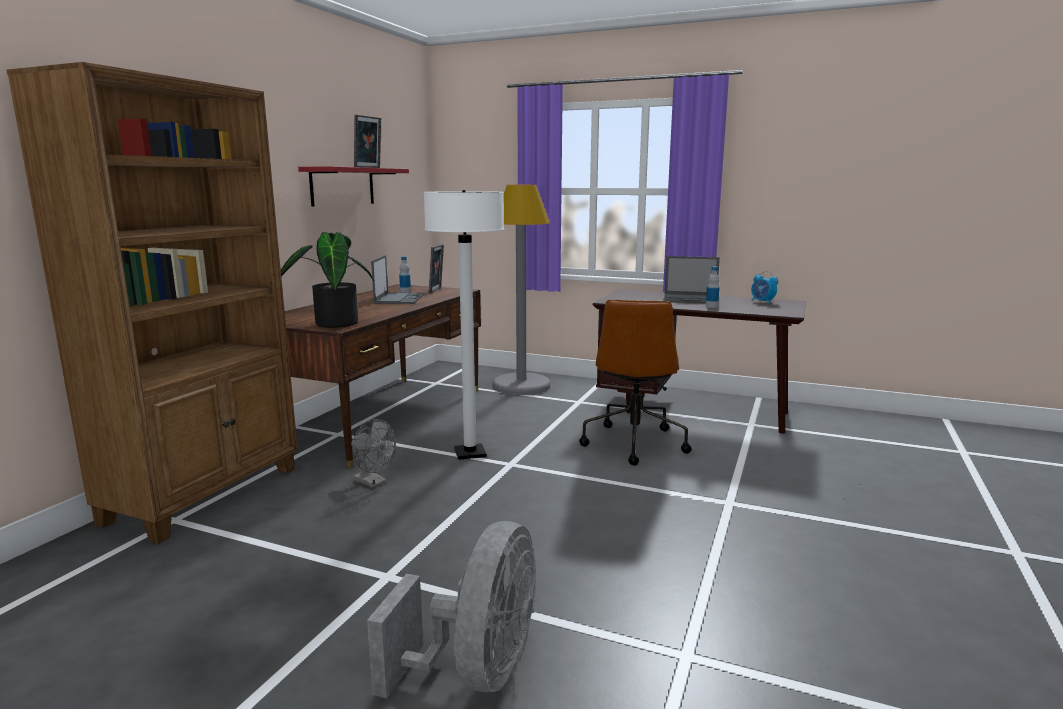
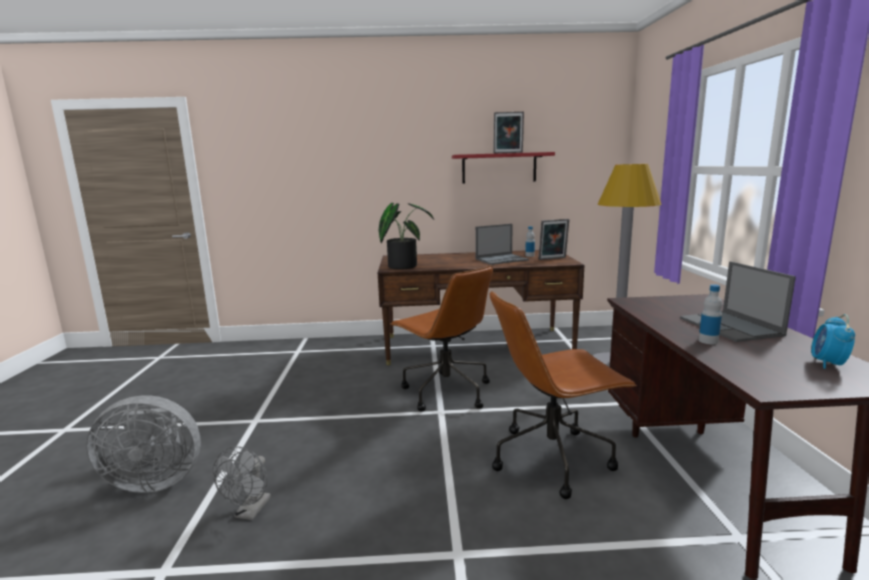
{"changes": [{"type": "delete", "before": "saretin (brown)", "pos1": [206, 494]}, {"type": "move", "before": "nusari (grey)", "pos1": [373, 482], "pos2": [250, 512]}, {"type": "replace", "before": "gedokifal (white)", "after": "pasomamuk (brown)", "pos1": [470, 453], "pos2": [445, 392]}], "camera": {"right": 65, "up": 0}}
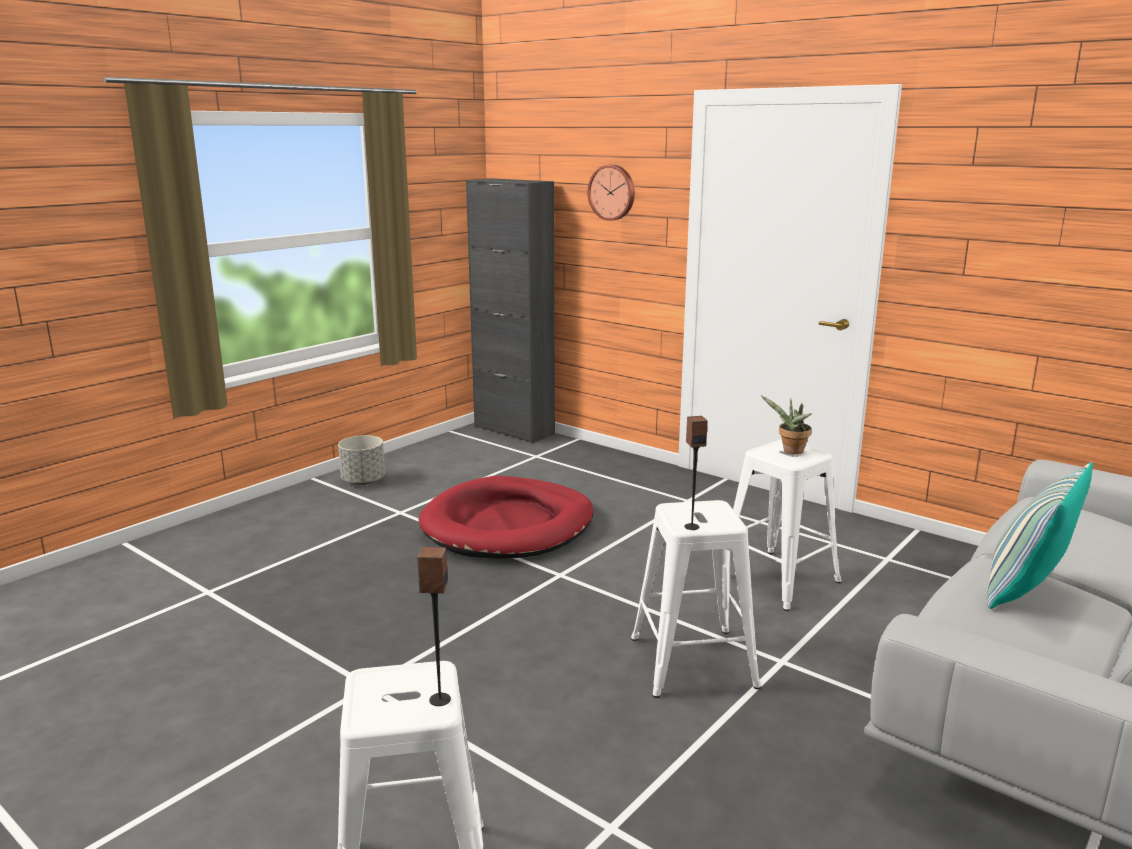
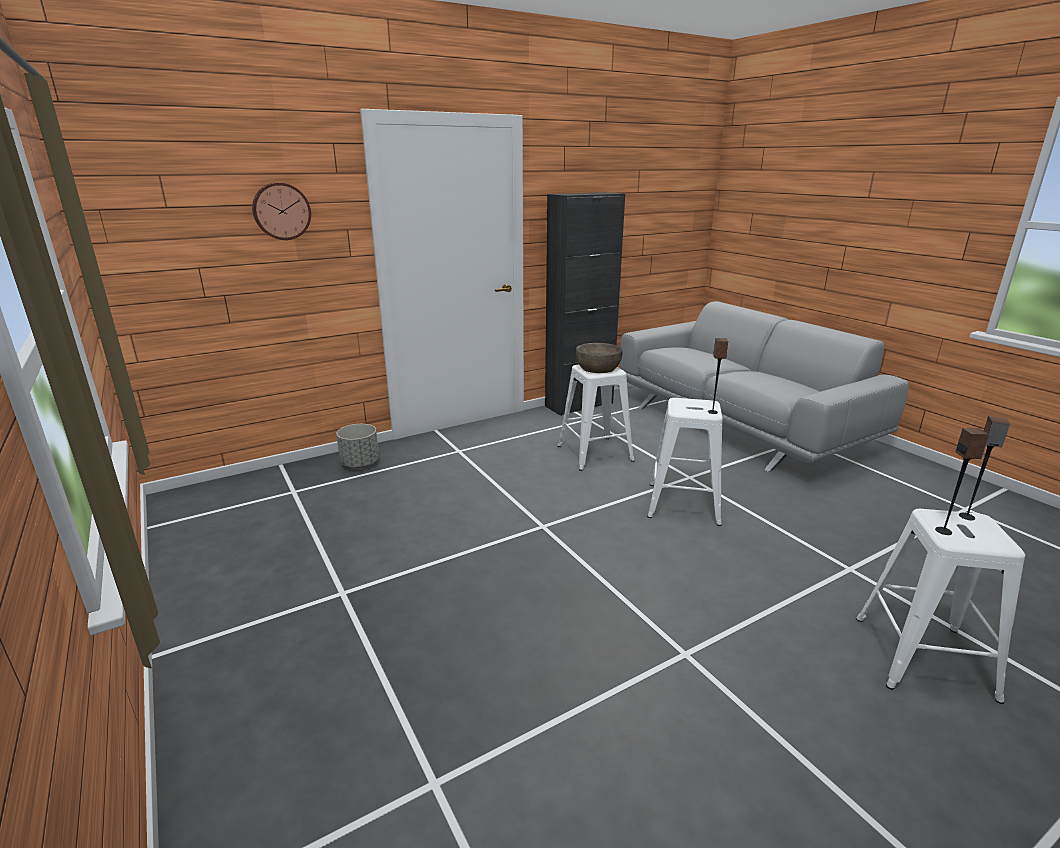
{"changes": [{"type": "move", "before": "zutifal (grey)", "pos1": [364, 481], "pos2": [360, 463]}, {"type": "delete", "before": "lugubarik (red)", "pos1": [508, 525]}, {"type": "move", "before": "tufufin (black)", "pos1": [514, 430], "pos2": [579, 405]}, {"type": "replace", "before": "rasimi", "after": "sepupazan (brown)", "pos1": [790, 451], "pos2": [598, 368]}, {"type": "delete", "before": "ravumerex", "pos1": [1025, 590]}, {"type": "insert", "after": "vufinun", "pos2": [944, 531]}], "camera": {"right": -70, "up": 5}}
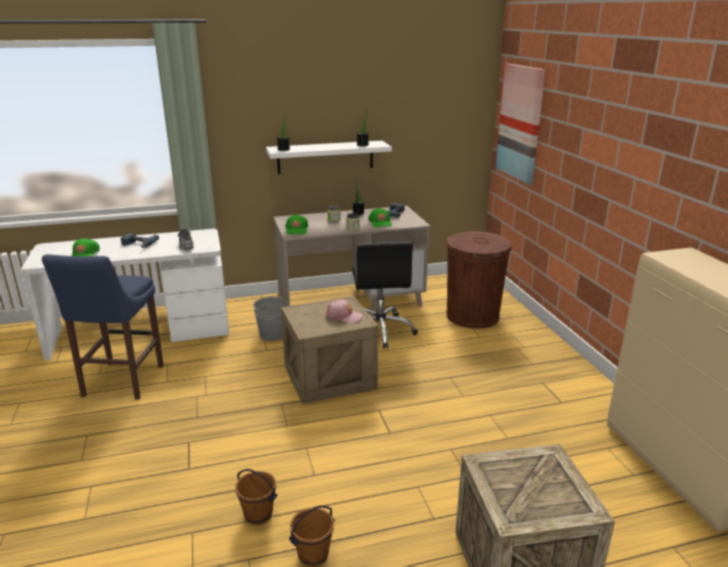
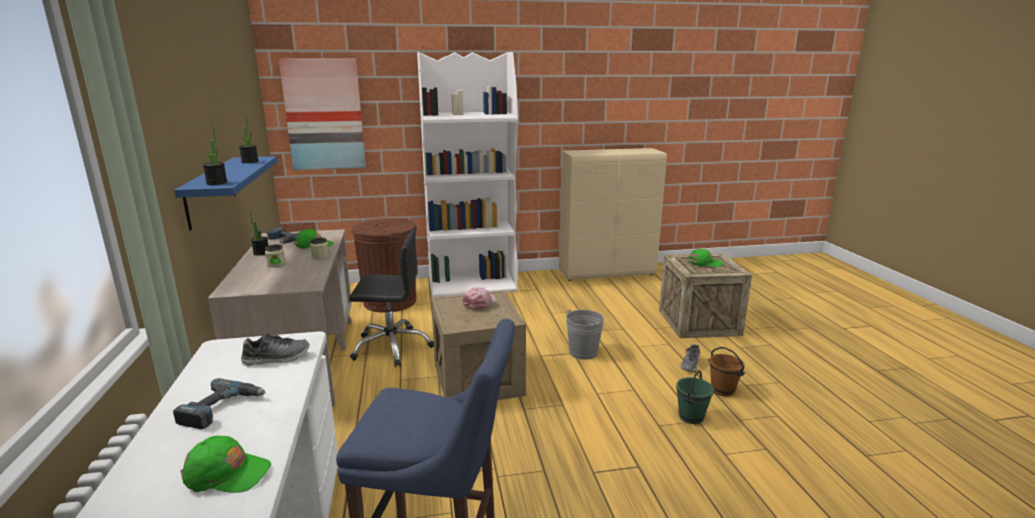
{"changes": [{"type": "recolor", "before": "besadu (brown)", "after": "besadu (green)", "pos1": [259, 515], "pos2": [690, 417]}, {"type": "move", "before": "besadu (grey)", "pos1": [272, 334], "pos2": [583, 352]}, {"type": "recolor", "before": "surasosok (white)", "after": "surasosok (blue)", "pos1": [325, 157], "pos2": [211, 191]}, {"type": "move", "before": "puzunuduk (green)", "pos1": [296, 230], "pos2": [704, 263]}, {"type": "insert", "after": "saretin (white)", "pos2": [473, 285]}, {"type": "insert", "after": "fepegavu", "pos2": [690, 364]}], "camera": {"right": -85, "up": -5}}
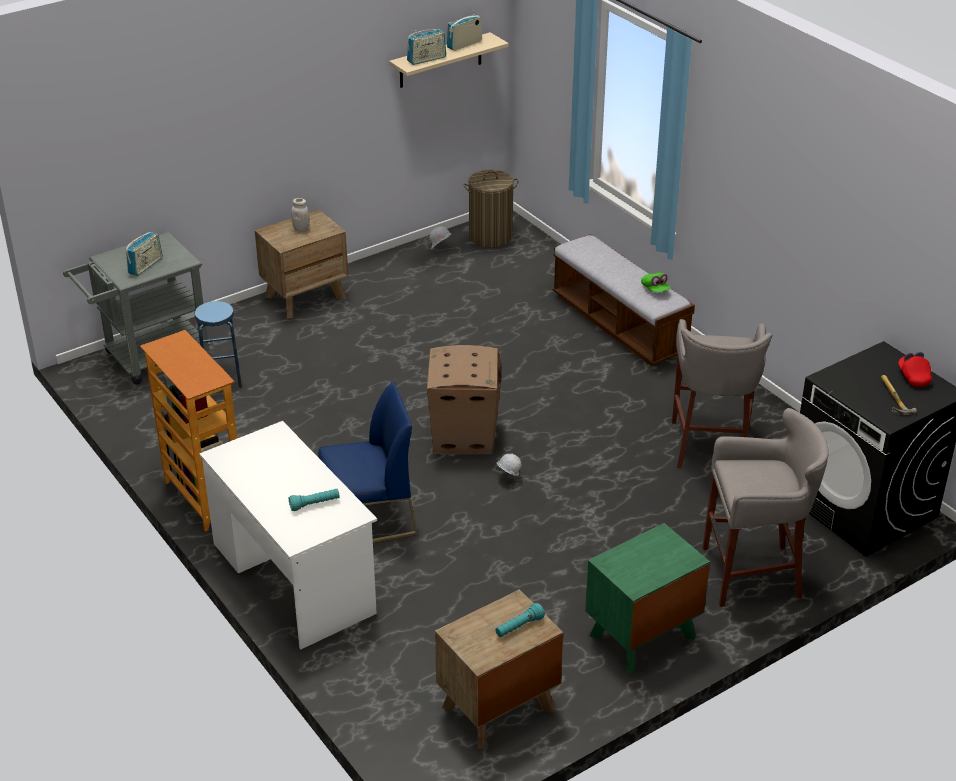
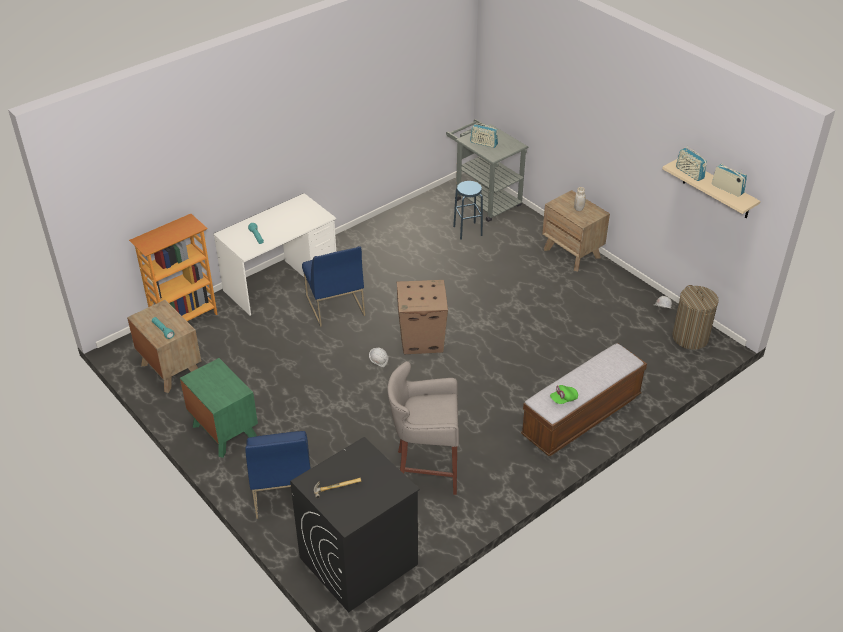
{"changes": [{"type": "move", "before": "saretin", "pos1": [203, 498], "pos2": [184, 318]}, {"type": "replace", "before": "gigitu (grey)", "after": "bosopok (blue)", "pos1": [754, 574], "pos2": [282, 490]}, {"type": "delete", "before": "puzunuduk (red)", "pos1": [913, 377]}], "camera": {"right": 85, "up": 5}}
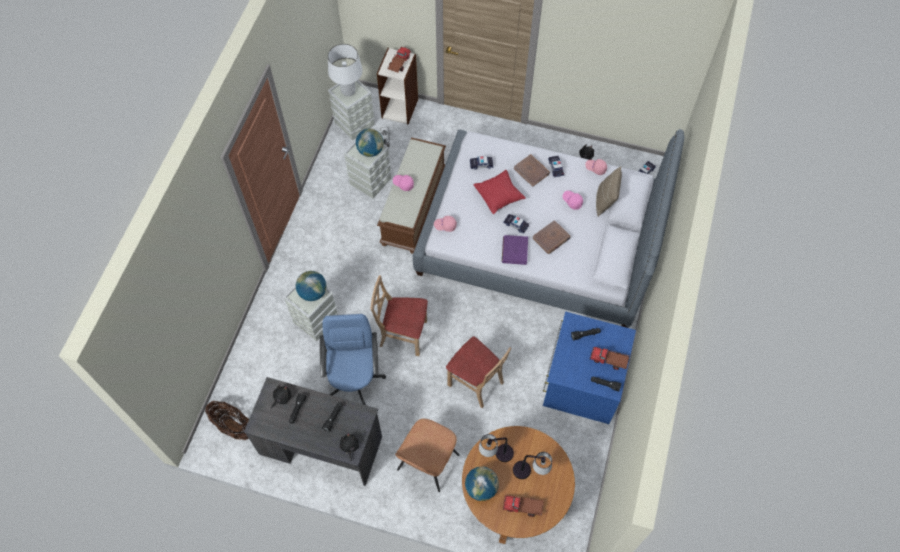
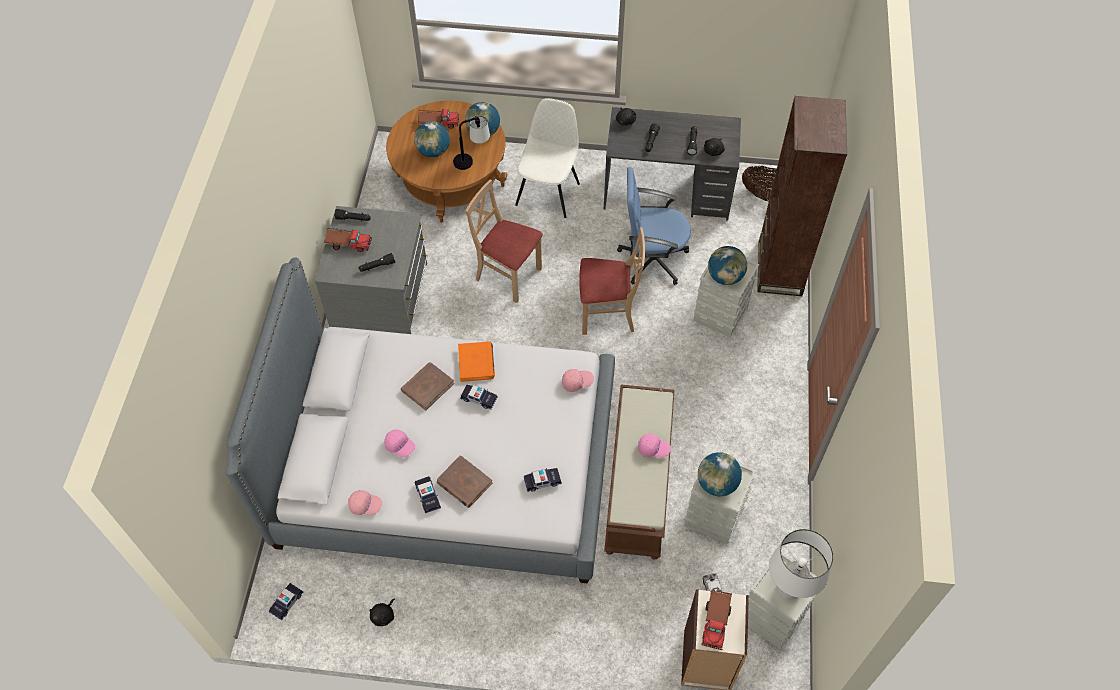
{"changes": [{"type": "rotate", "before": "pasomamuk (blue)", "pos1": [354, 378], "pos2": [651, 259], "turn": 105}, {"type": "recolor", "before": "bosopok (brown)", "after": "bosopok (white)", "pos1": [427, 464], "pos2": [548, 193]}, {"type": "delete", "before": "ravumerex (red)", "pos1": [499, 195]}, {"type": "recolor", "before": "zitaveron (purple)", "after": "zitaveron (orange)", "pos1": [514, 250], "pos2": [476, 363]}, {"type": "replace", "before": "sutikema", "after": "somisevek", "pos1": [530, 471], "pos2": [433, 151]}, {"type": "recolor", "before": "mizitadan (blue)", "after": "mizitadan (grey)", "pos1": [582, 380], "pos2": [381, 295]}, {"type": "delete", "before": "ravumerex (beige)", "pos1": [605, 201]}, {"type": "insert", "after": "saretin (brown)", "pos2": [779, 268]}], "camera": {"right": 170, "up": -5}}
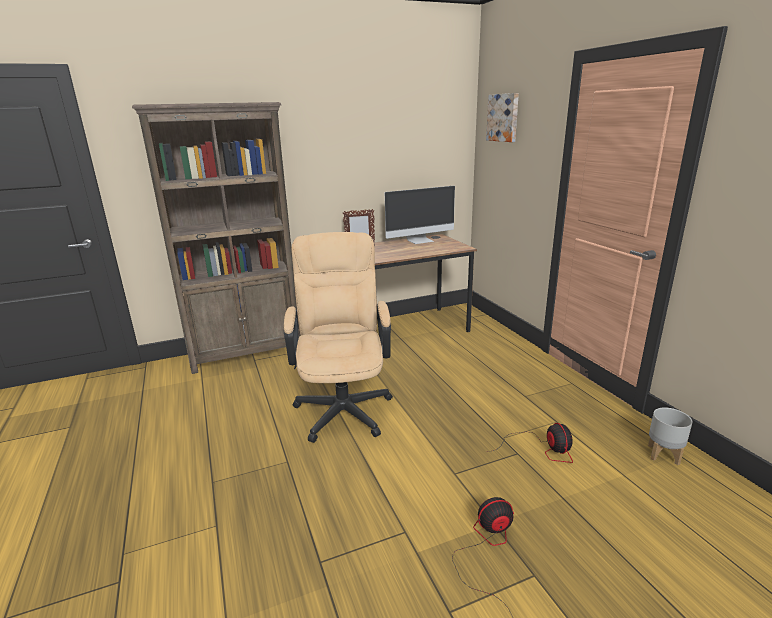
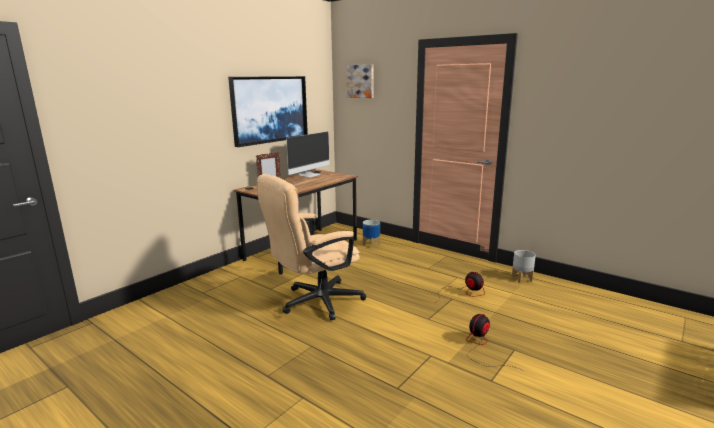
{"changes": [{"type": "delete", "before": "saretin (brown)", "pos1": [247, 353]}, {"type": "rotate", "before": "pasomamuk (beige)", "pos1": [343, 405], "pos2": [314, 303], "turn": -90}, {"type": "insert", "after": "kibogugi", "pos2": [269, 109]}, {"type": "insert", "after": "zutifal", "pos2": [371, 244]}], "camera": {"right": -30, "up": -5}}
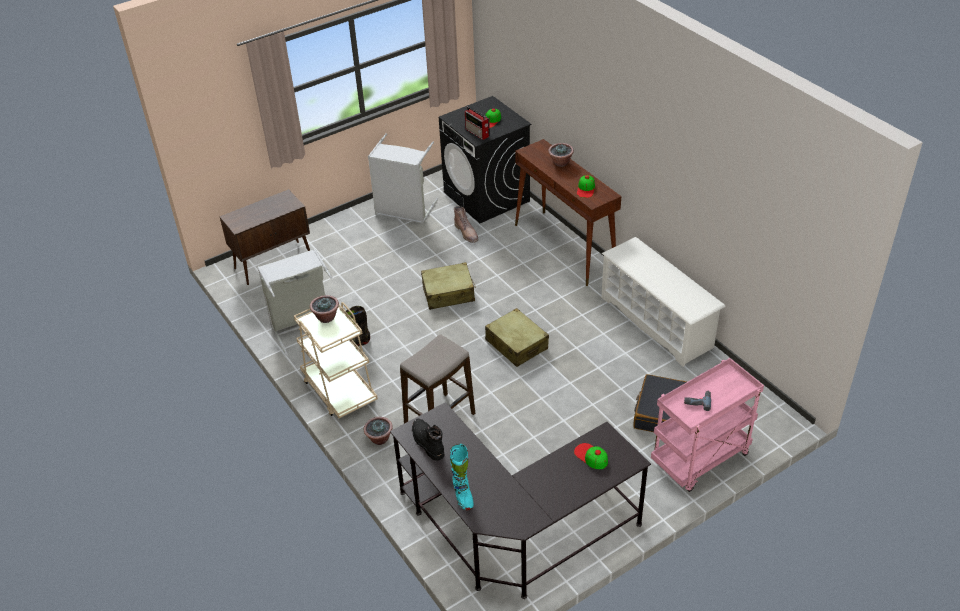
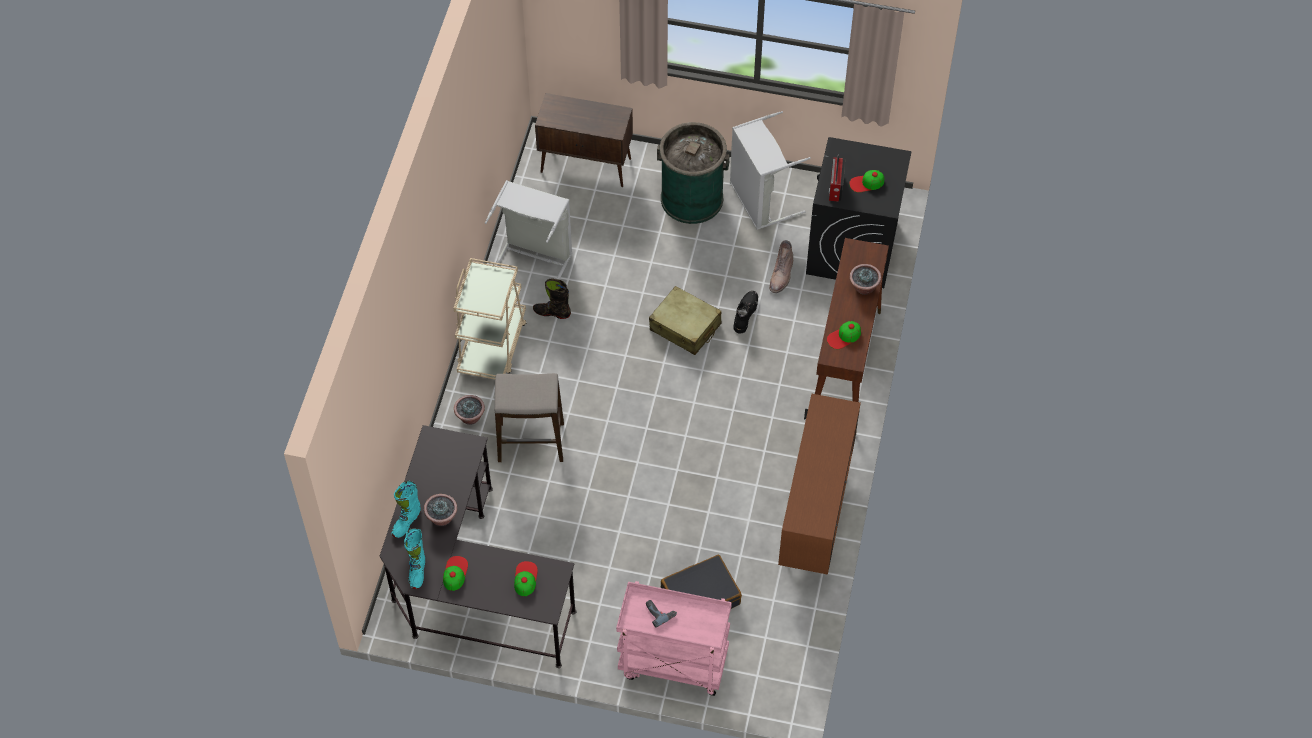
{"changes": [{"type": "move", "before": "rasimi", "pos1": [326, 317], "pos2": [442, 517]}, {"type": "move", "before": "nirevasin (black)", "pos1": [427, 442], "pos2": [745, 313]}, {"type": "delete", "before": "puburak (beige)", "pos1": [516, 344]}, {"type": "replace", "before": "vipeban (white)", "after": "tufufin (brown)", "pos1": [657, 322], "pos2": [815, 517]}, {"type": "insert", "after": "nirevasin (turquoise)", "pos2": [417, 571]}, {"type": "insert", "after": "puzunuduk", "pos2": [455, 573]}, {"type": "insert", "after": "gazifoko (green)", "pos2": [692, 198]}], "camera": {"right": 45, "up": 15}}
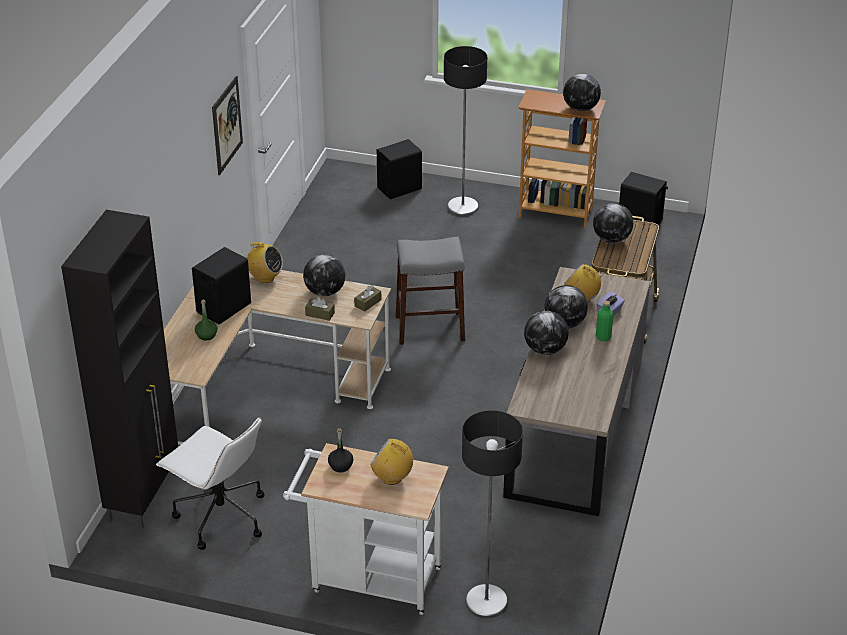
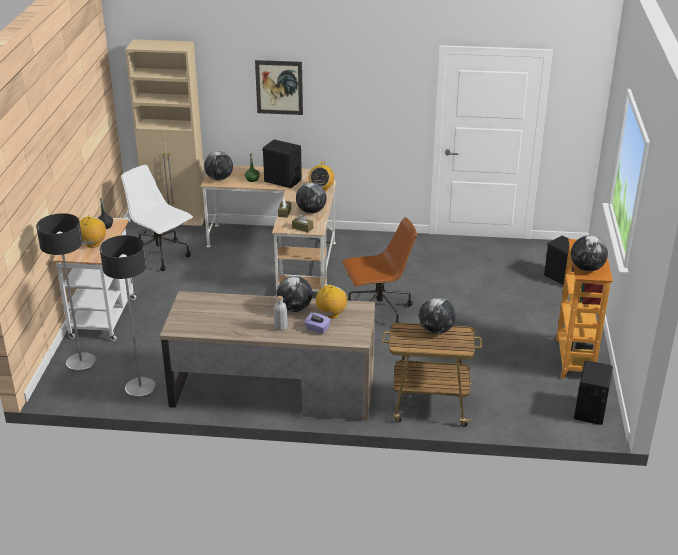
{"changes": [{"type": "recolor", "before": "tufufin (black)", "after": "tufufin (beige)", "pos1": [144, 495], "pos2": [178, 229]}, {"type": "rotate", "before": "pasomamuk (white)", "pos1": [220, 516], "pos2": [160, 256], "turn": 105}, {"type": "move", "before": "kibogugi", "pos1": [227, 125], "pos2": [279, 87]}, {"type": "replace", "before": "gigitu (grey)", "after": "pasomamuk (brown)", "pos1": [430, 328], "pos2": [378, 311]}, {"type": "move", "before": "gedokifal", "pos1": [462, 207], "pos2": [140, 388]}, {"type": "move", "before": "somisevek", "pos1": [545, 350], "pos2": [219, 178]}, {"type": "recolor", "before": "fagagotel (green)", "after": "fagagotel (grey)", "pos1": [603, 337], "pos2": [280, 327]}], "camera": {"right": 80, "up": -5}}
